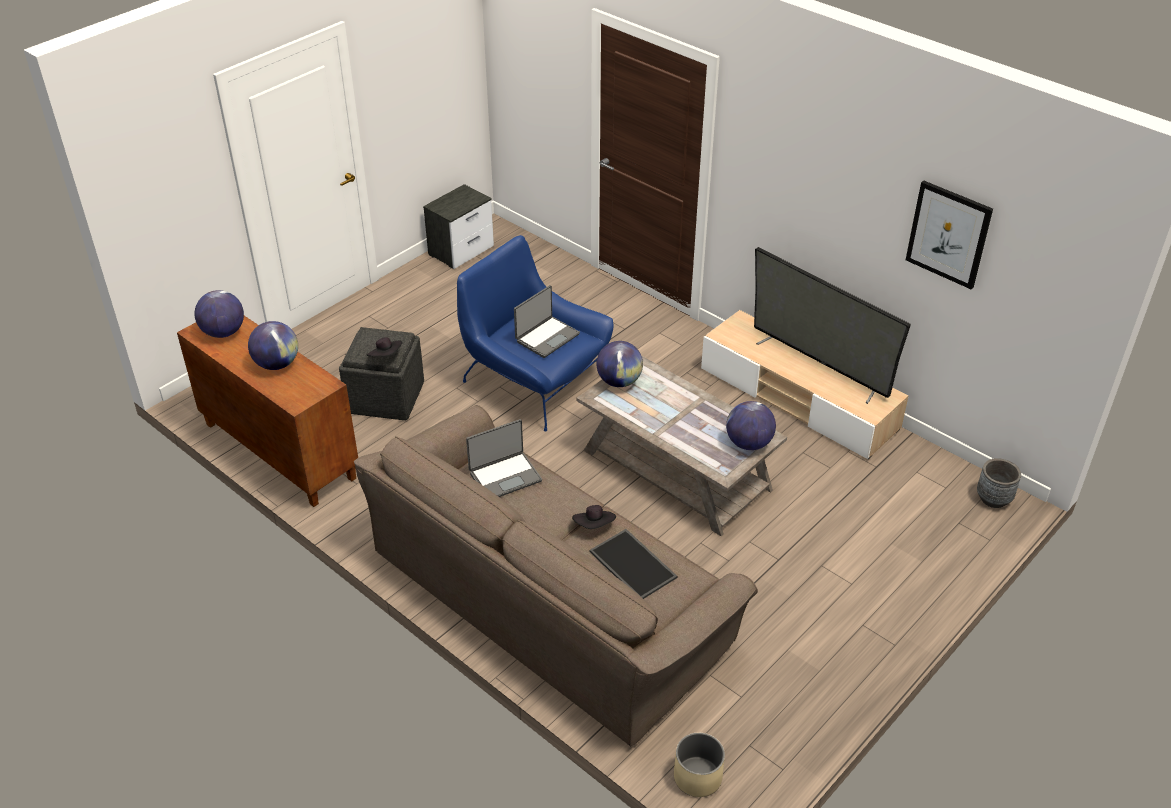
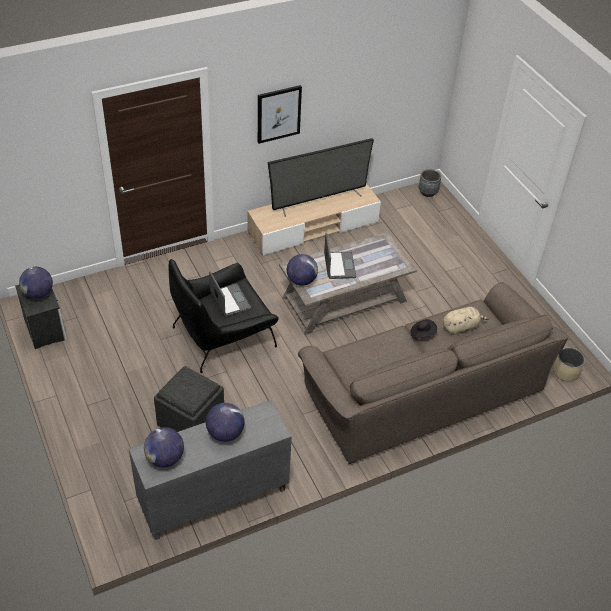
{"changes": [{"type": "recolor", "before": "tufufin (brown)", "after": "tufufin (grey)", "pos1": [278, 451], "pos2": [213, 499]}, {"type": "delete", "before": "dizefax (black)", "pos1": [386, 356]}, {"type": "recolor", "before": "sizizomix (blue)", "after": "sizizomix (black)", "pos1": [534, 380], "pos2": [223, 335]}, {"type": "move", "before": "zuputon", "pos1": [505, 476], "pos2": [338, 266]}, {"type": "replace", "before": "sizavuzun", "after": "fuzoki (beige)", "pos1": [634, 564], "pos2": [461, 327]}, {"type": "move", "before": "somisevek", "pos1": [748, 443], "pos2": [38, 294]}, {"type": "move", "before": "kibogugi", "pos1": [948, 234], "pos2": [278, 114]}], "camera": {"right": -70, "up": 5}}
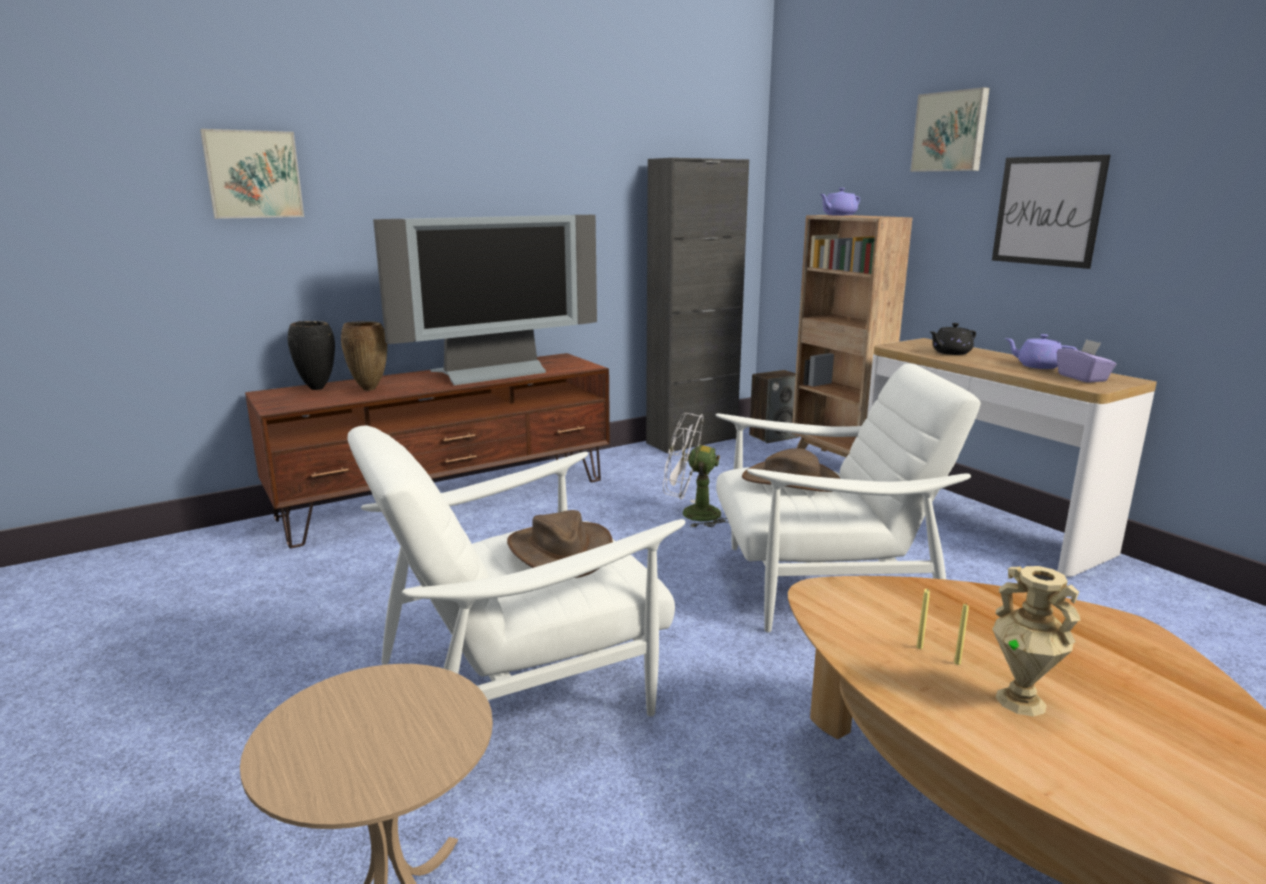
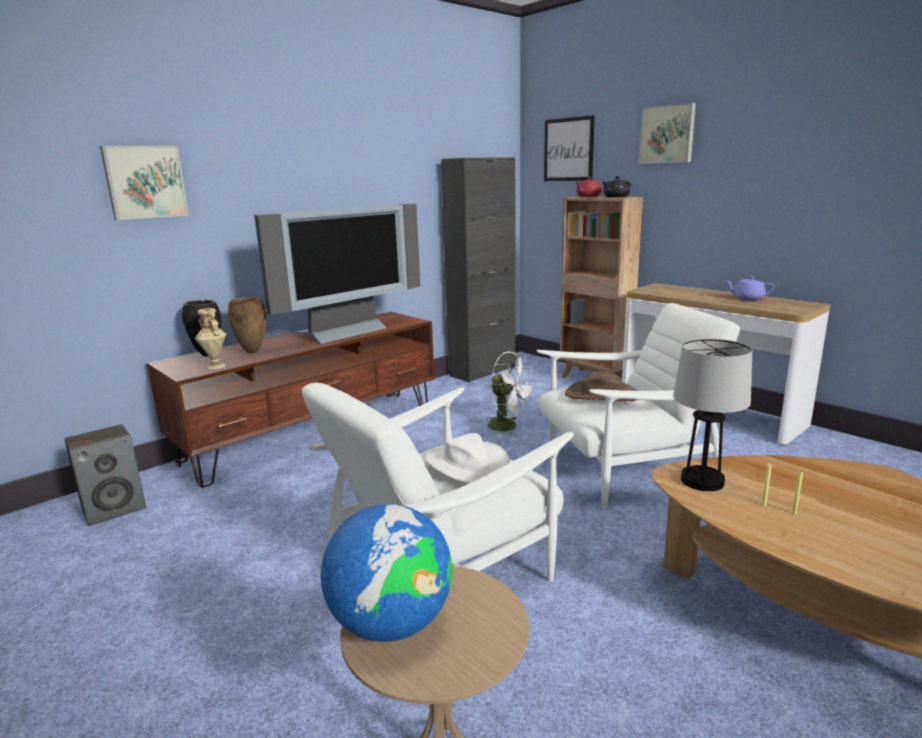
{"changes": [{"type": "recolor", "before": "dizefax (brown)", "after": "dizefax (white)", "pos1": [560, 550], "pos2": [467, 465]}, {"type": "rotate", "before": "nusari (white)", "pos1": [691, 514], "pos2": [509, 427], "turn": -150}, {"type": "move", "before": "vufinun", "pos1": [774, 436], "pos2": [115, 509]}, {"type": "recolor", "before": "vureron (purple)", "after": "vureron (red)", "pos1": [838, 215], "pos2": [587, 197]}, {"type": "move", "before": "vureron (black)", "pos1": [950, 352], "pos2": [615, 197]}, {"type": "move", "before": "kibogugi", "pos1": [1047, 211], "pos2": [568, 149]}, {"type": "move", "before": "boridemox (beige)", "pos1": [1021, 701], "pos2": [216, 366]}, {"type": "delete", "before": "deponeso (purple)", "pos1": [1082, 378]}, {"type": "insert", "after": "somisevek", "pos2": [391, 624]}, {"type": "insert", "after": "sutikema", "pos2": [702, 481]}], "camera": {"right": -10, "up": 0}}
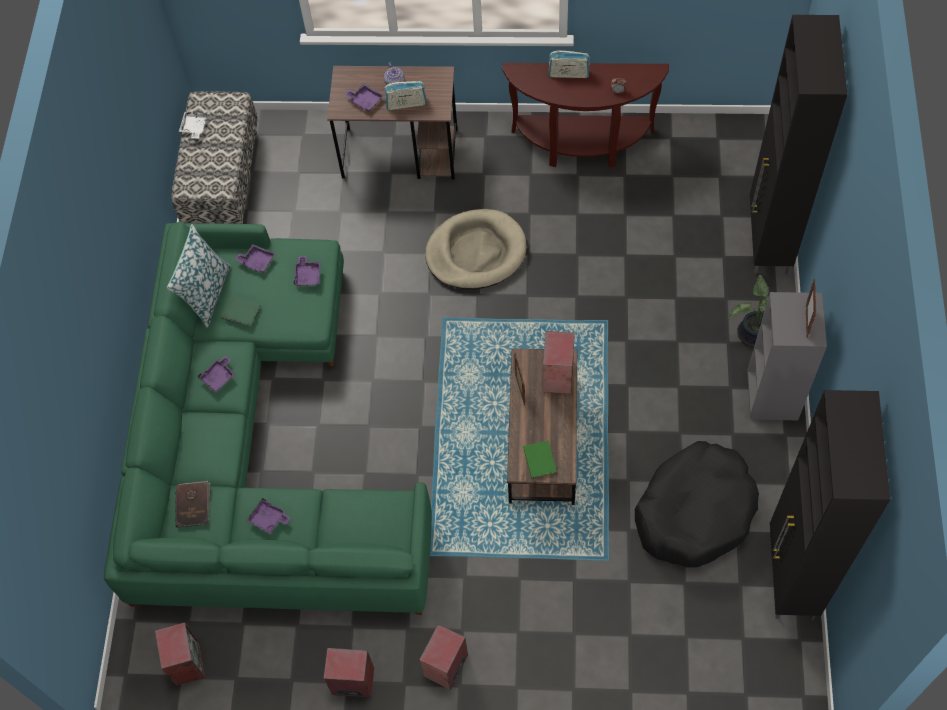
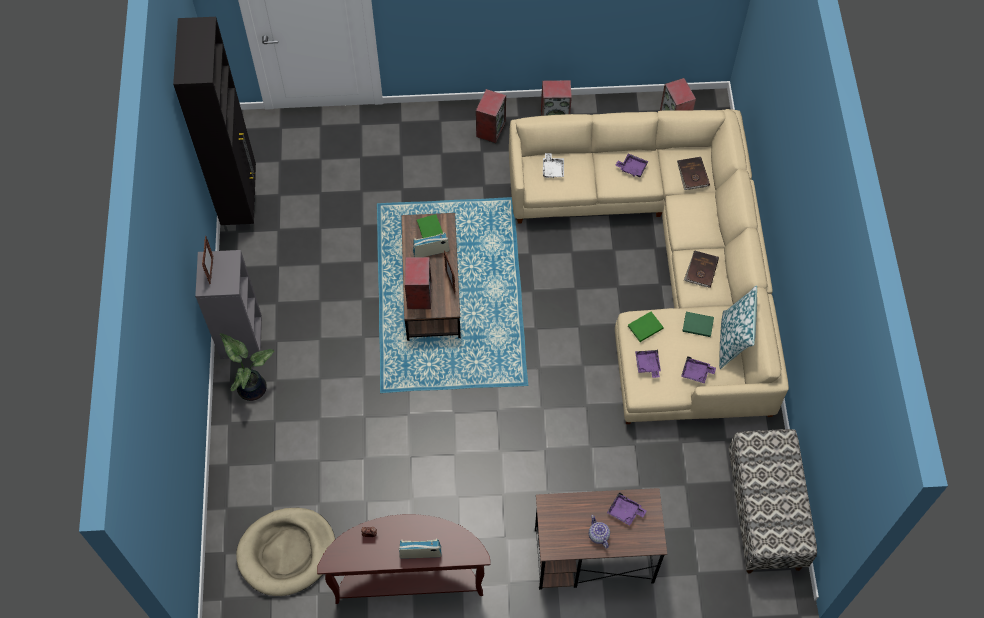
{"changes": [{"type": "recolor", "before": "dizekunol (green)", "after": "dizekunol (beige)", "pos1": [255, 447], "pos2": [665, 265]}, {"type": "move", "before": "sizavuzun (white)", "pos1": [194, 127], "pos2": [552, 169]}, {"type": "replace", "before": "sizavuzun (purple)", "after": "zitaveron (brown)", "pos1": [219, 377], "pos2": [701, 270]}, {"type": "move", "before": "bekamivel", "pos1": [406, 104], "pos2": [431, 251]}, {"type": "move", "before": "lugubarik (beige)", "pos1": [476, 252], "pos2": [287, 552]}, {"type": "delete", "before": "lugubarik (black)", "pos1": [695, 511]}, {"type": "delete", "before": "tufufin (black)", "pos1": [768, 241]}, {"type": "insert", "after": "zitaveron (green)", "pos2": [644, 327]}], "camera": {"right": 170, "up": 0}}
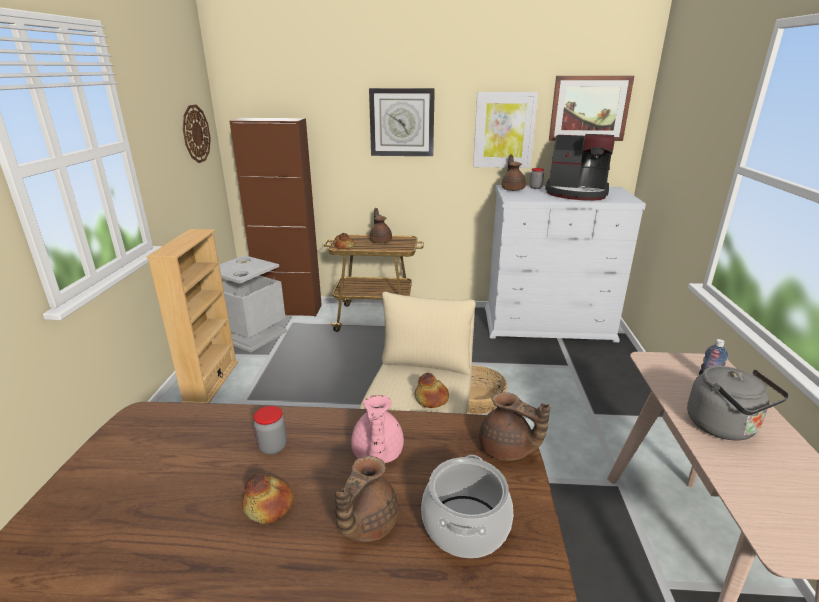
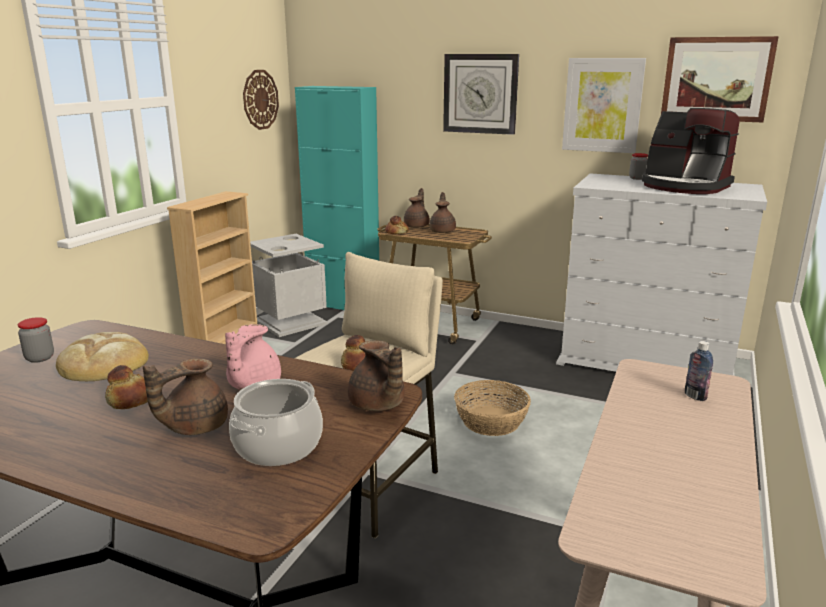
{"changes": [{"type": "recolor", "before": "tufufin (brown)", "after": "tufufin (turquoise)", "pos1": [290, 310], "pos2": [343, 305]}, {"type": "move", "before": "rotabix", "pos1": [272, 447], "pos2": [40, 358]}, {"type": "move", "before": "vureron (brown)", "pos1": [512, 189], "pos2": [417, 226]}, {"type": "delete", "before": "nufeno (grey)", "pos1": [725, 427]}, {"type": "insert", "after": "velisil", "pos2": [104, 363]}], "camera": {"right": 20, "up": -5}}
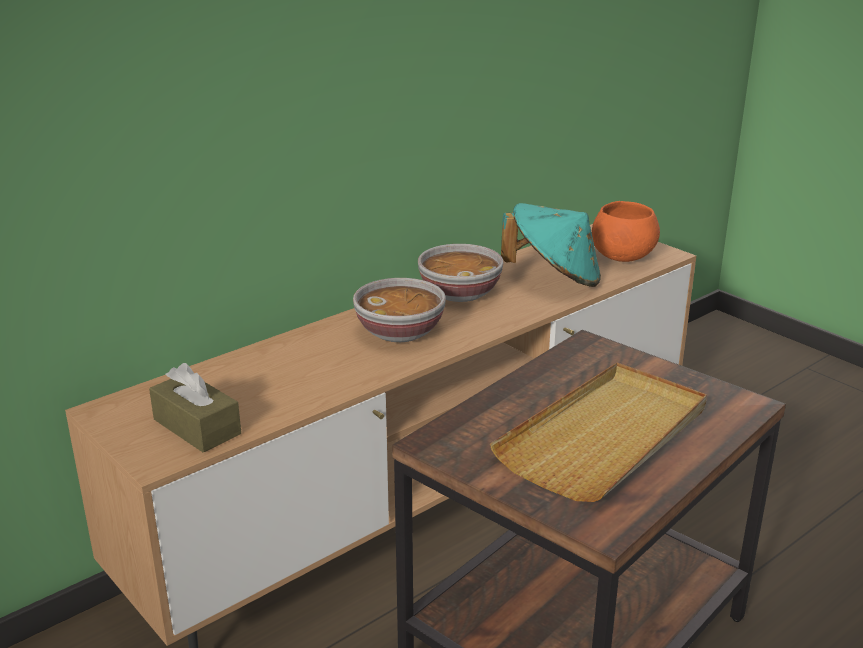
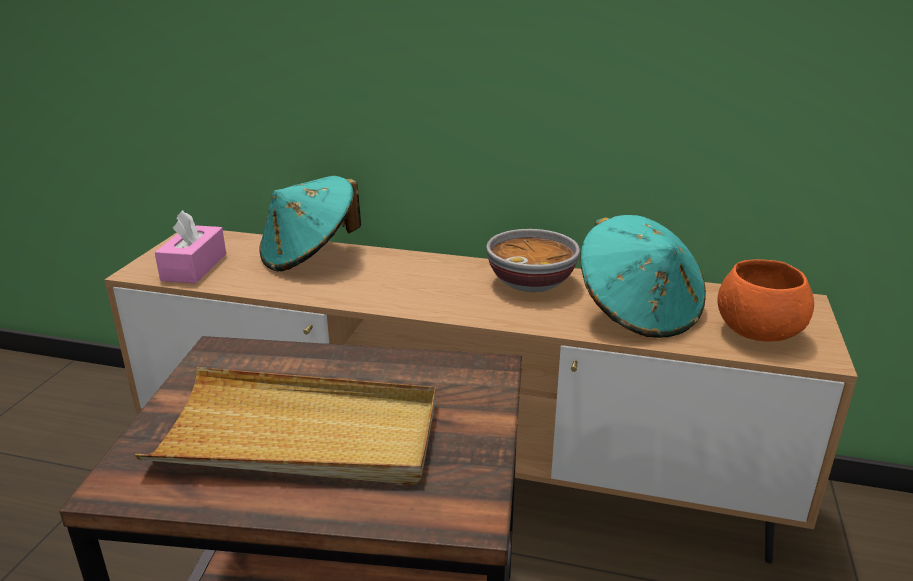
{"changes": [{"type": "recolor", "before": "deponeso (brown)", "after": "deponeso (pink)", "pos1": [197, 427], "pos2": [194, 267]}, {"type": "delete", "before": "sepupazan", "pos1": [401, 332]}, {"type": "insert", "after": "dizefax (turquoise)", "pos2": [309, 256]}], "camera": {"right": 55, "up": 0}}
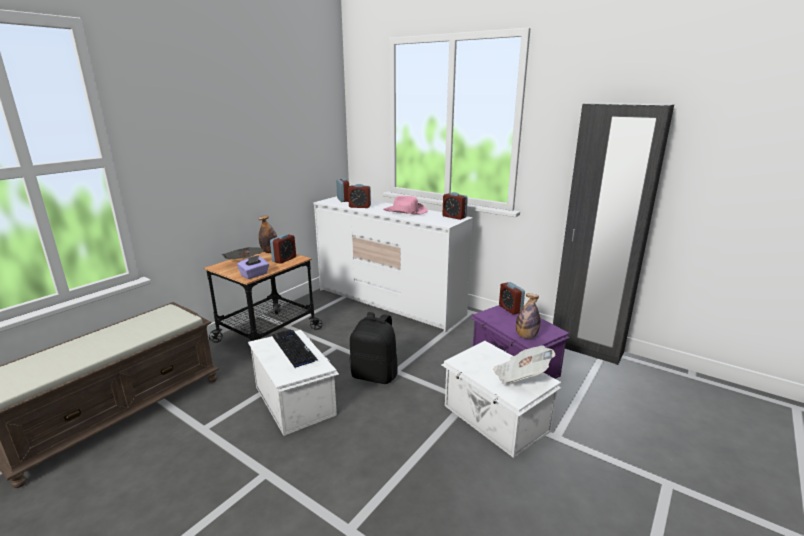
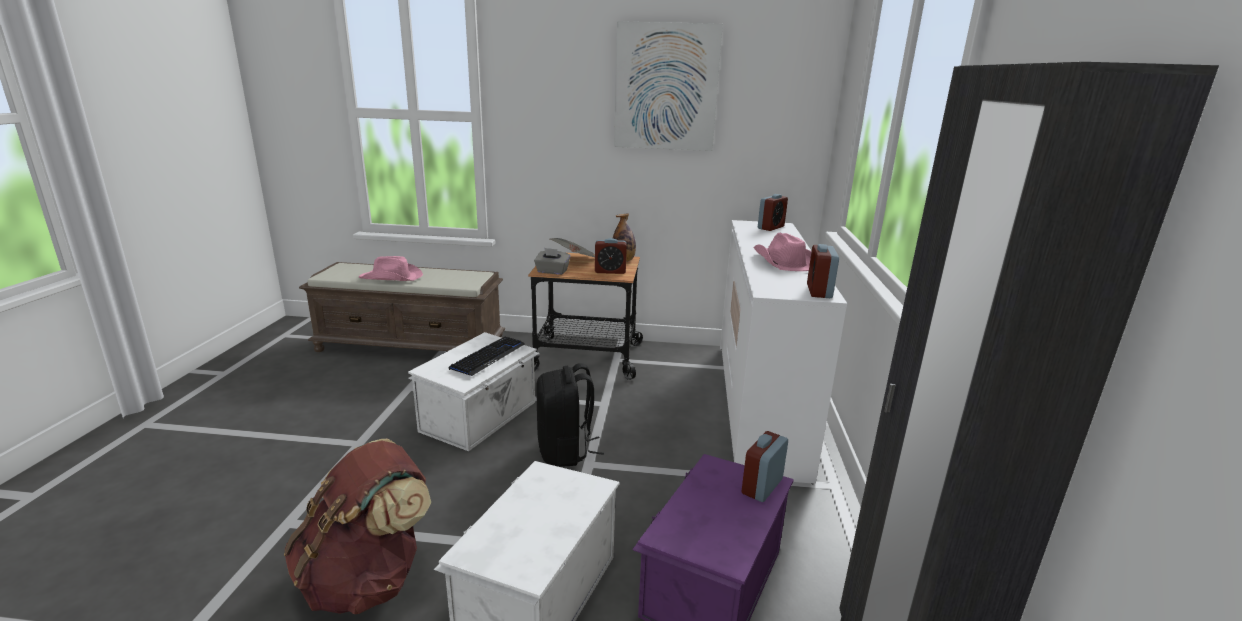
{"changes": [{"type": "recolor", "before": "deponeso (purple)", "after": "deponeso (grey)", "pos1": [254, 275], "pos2": [552, 271]}, {"type": "delete", "before": "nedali", "pos1": [359, 206]}, {"type": "delete", "before": "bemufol", "pos1": [521, 377]}, {"type": "delete", "before": "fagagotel", "pos1": [526, 336]}, {"type": "insert", "after": "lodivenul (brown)", "pos2": [368, 579]}, {"type": "insert", "after": "dizefax (pink)", "pos2": [392, 277]}, {"type": "insert", "after": "kibogugi", "pos2": [666, 87]}], "camera": {"right": 60, "up": 0}}
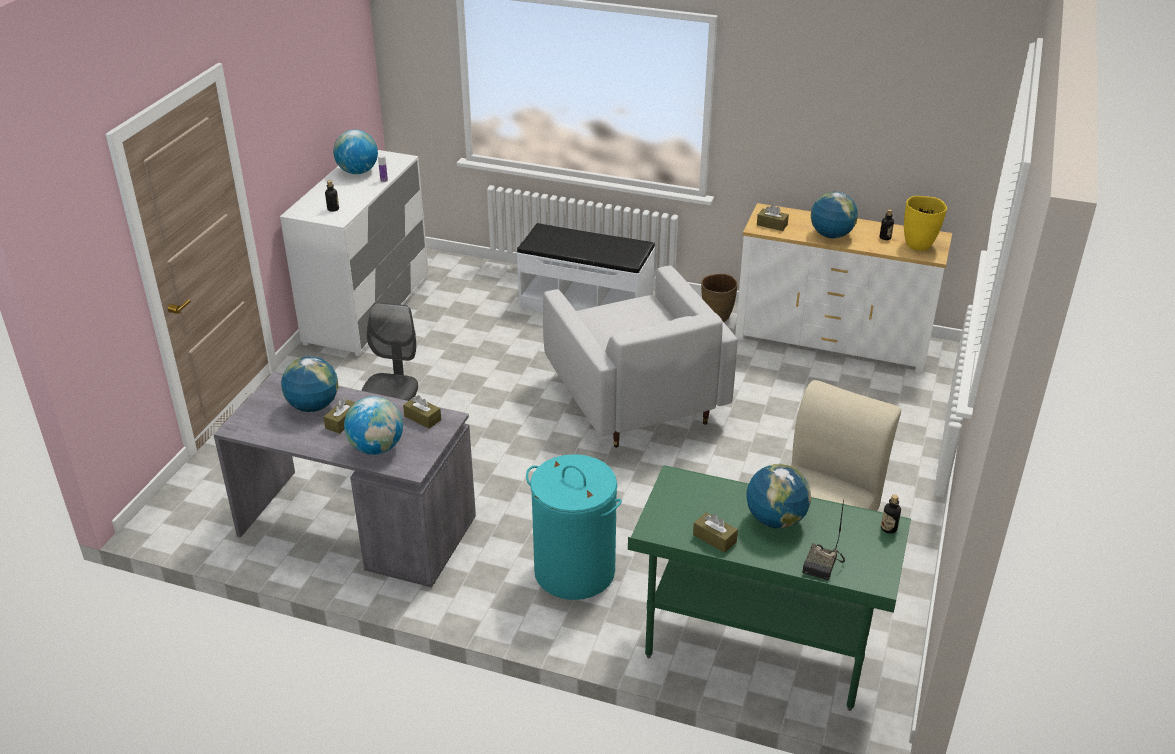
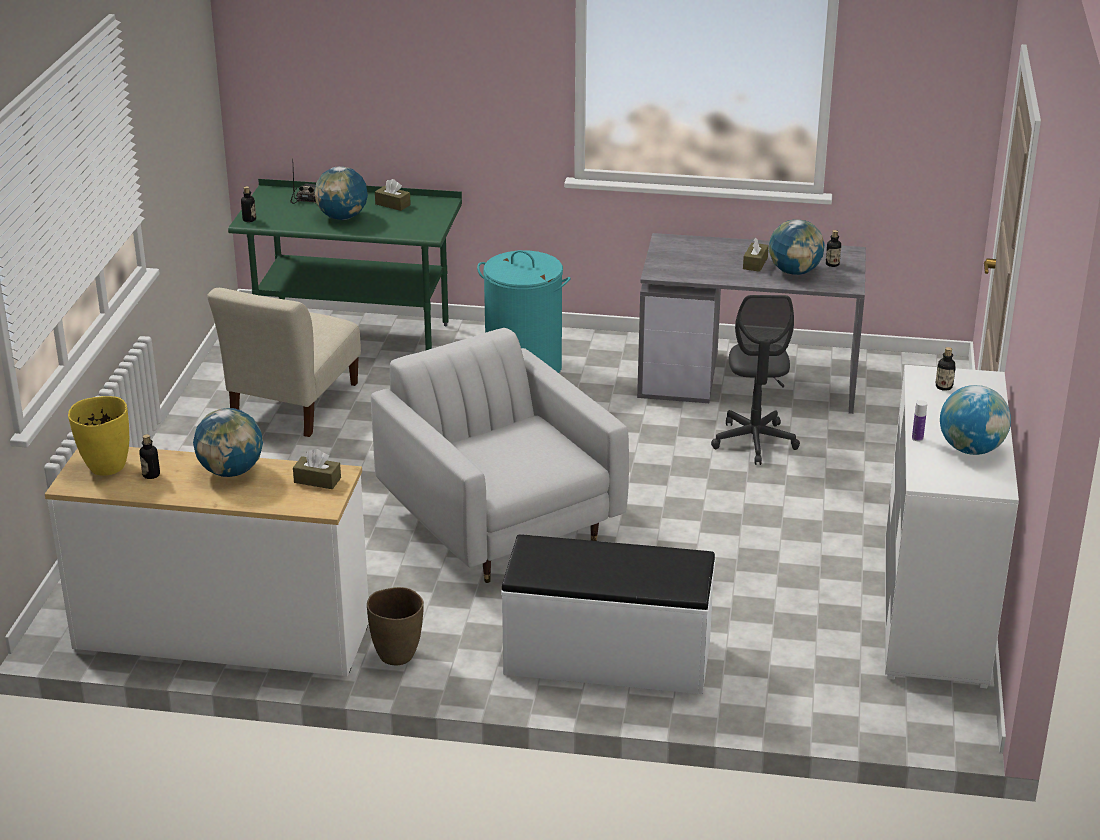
{"changes": [{"type": "delete", "before": "somisevek", "pos1": [376, 448]}, {"type": "delete", "before": "deponeso (brown)", "pos1": [422, 418]}, {"type": "insert", "after": "fagagotel", "pos2": [832, 264]}], "camera": {"right": 170, "up": -5}}
